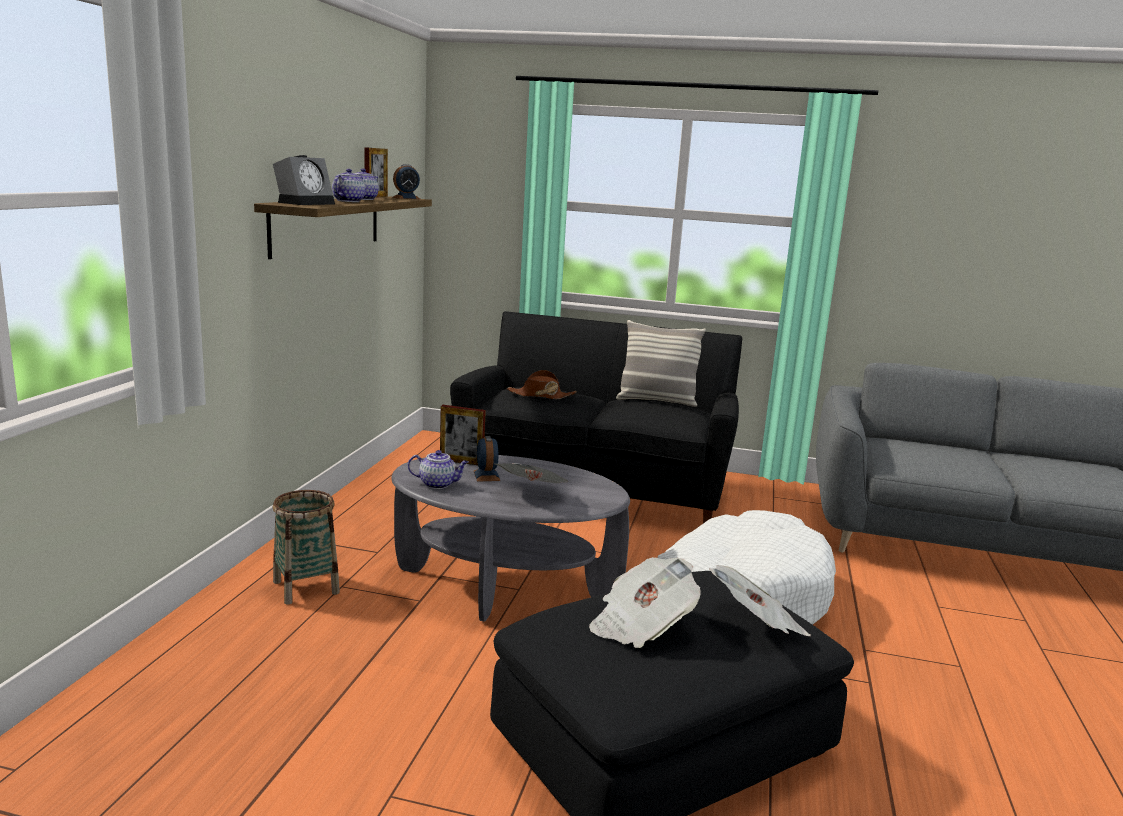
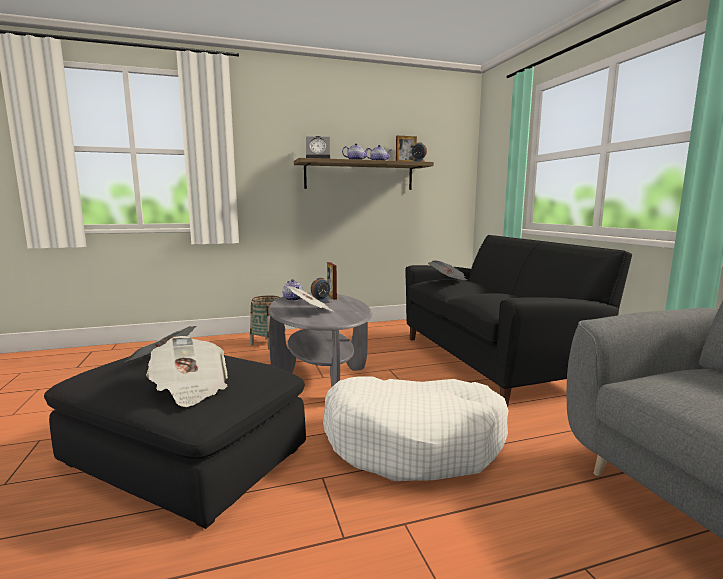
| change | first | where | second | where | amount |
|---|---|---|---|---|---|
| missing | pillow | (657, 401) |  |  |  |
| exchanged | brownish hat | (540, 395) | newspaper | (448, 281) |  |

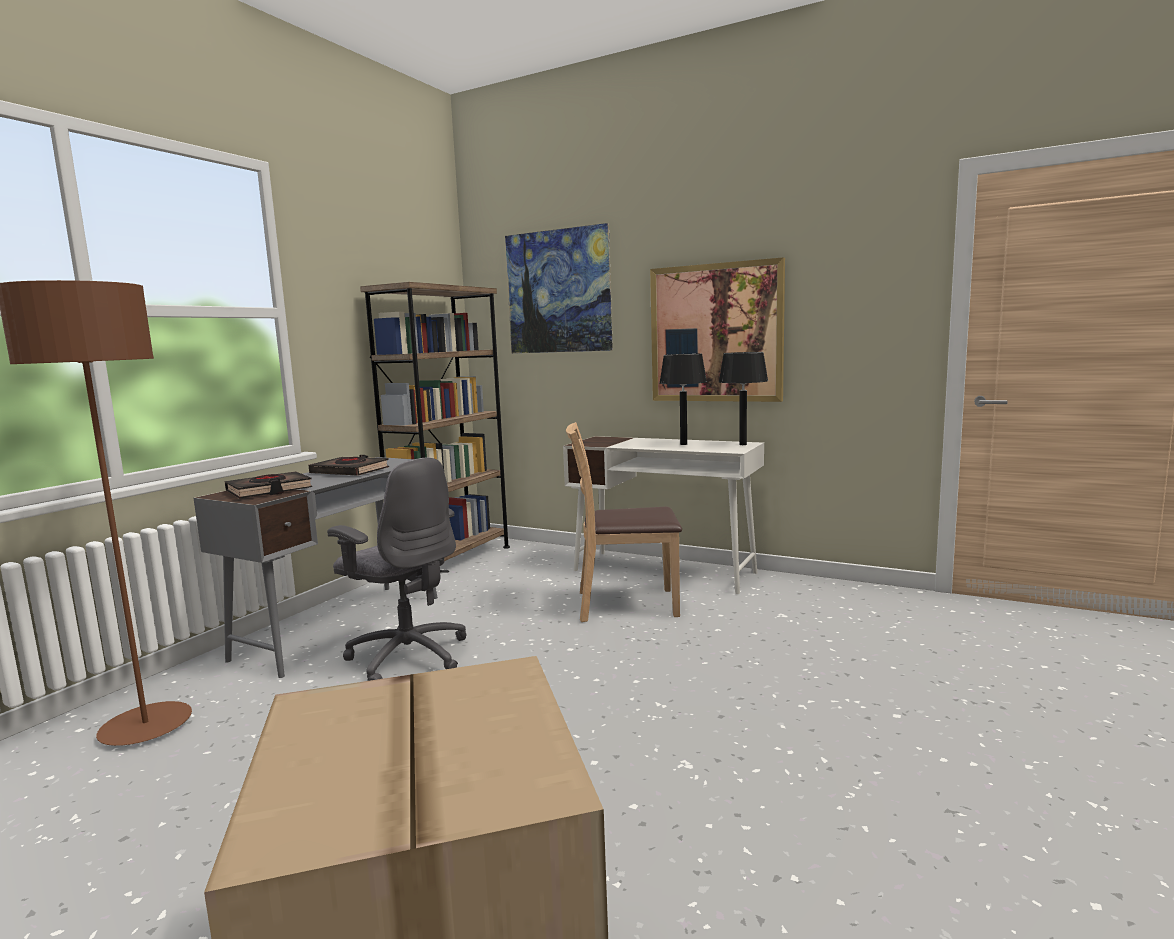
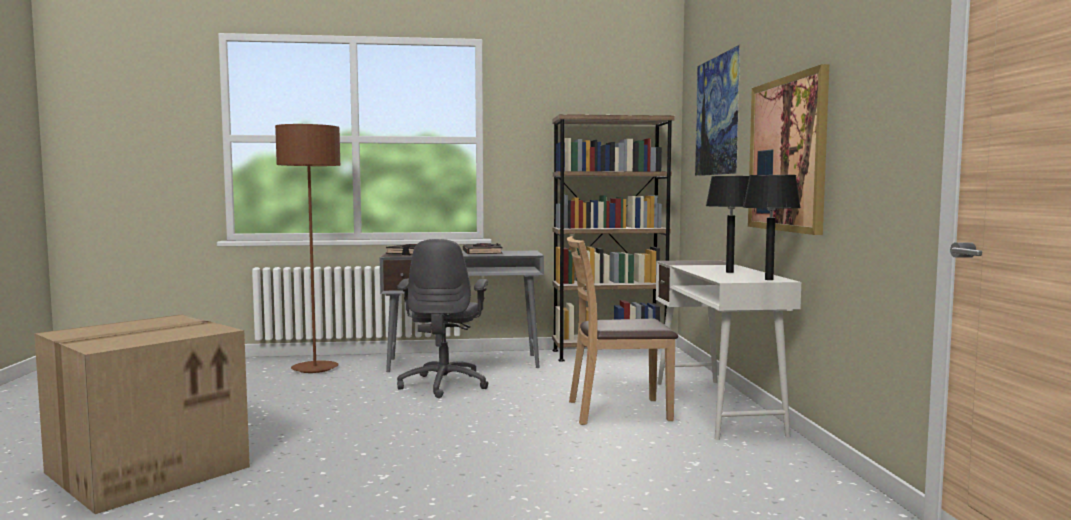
| change | first | where | second | where | amount |
|---|---|---|---|---|---|
| spun | brownish plain chair | (625, 604) |  | (617, 411) | 60 degrees counterclockwise |

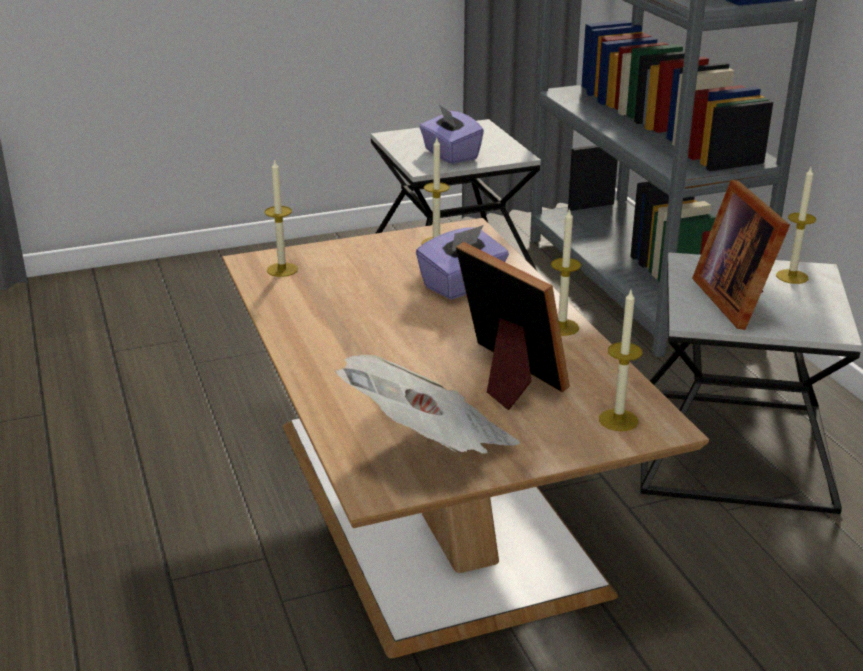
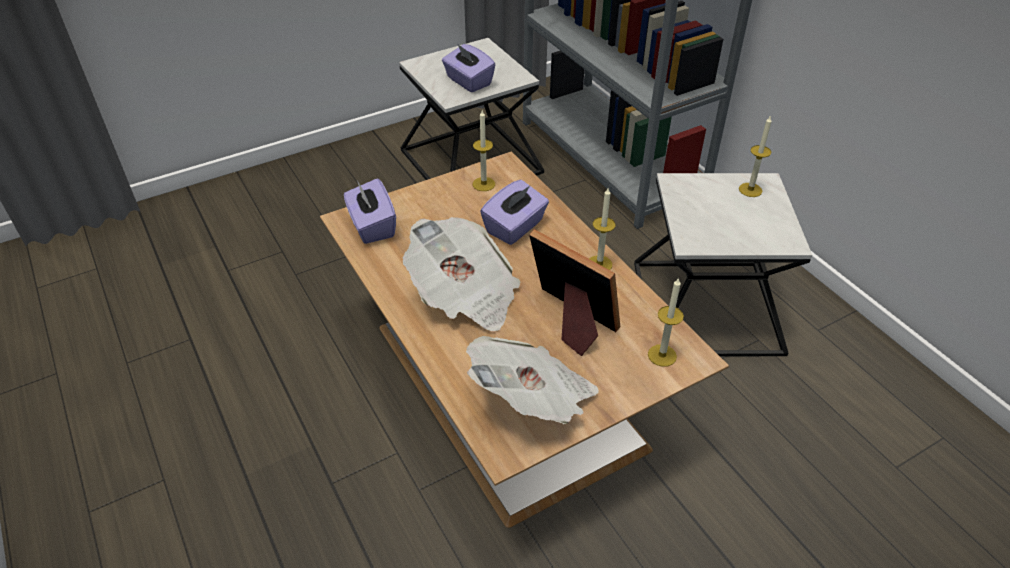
| change | first | where | second | where | amount |
|---|---|---|---|---|---|
| exchanged | candle | (282, 270) | purple box of tissues | (372, 226) |  |
| missing | photo frame | (737, 299) |  |  |  |
| appeared |  |  | newspaper | (464, 295) |  |

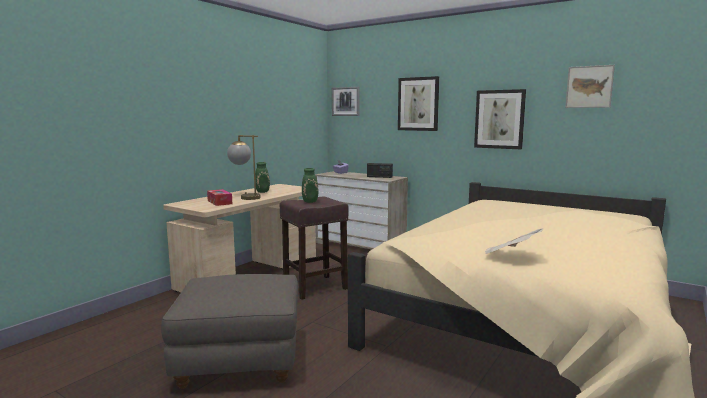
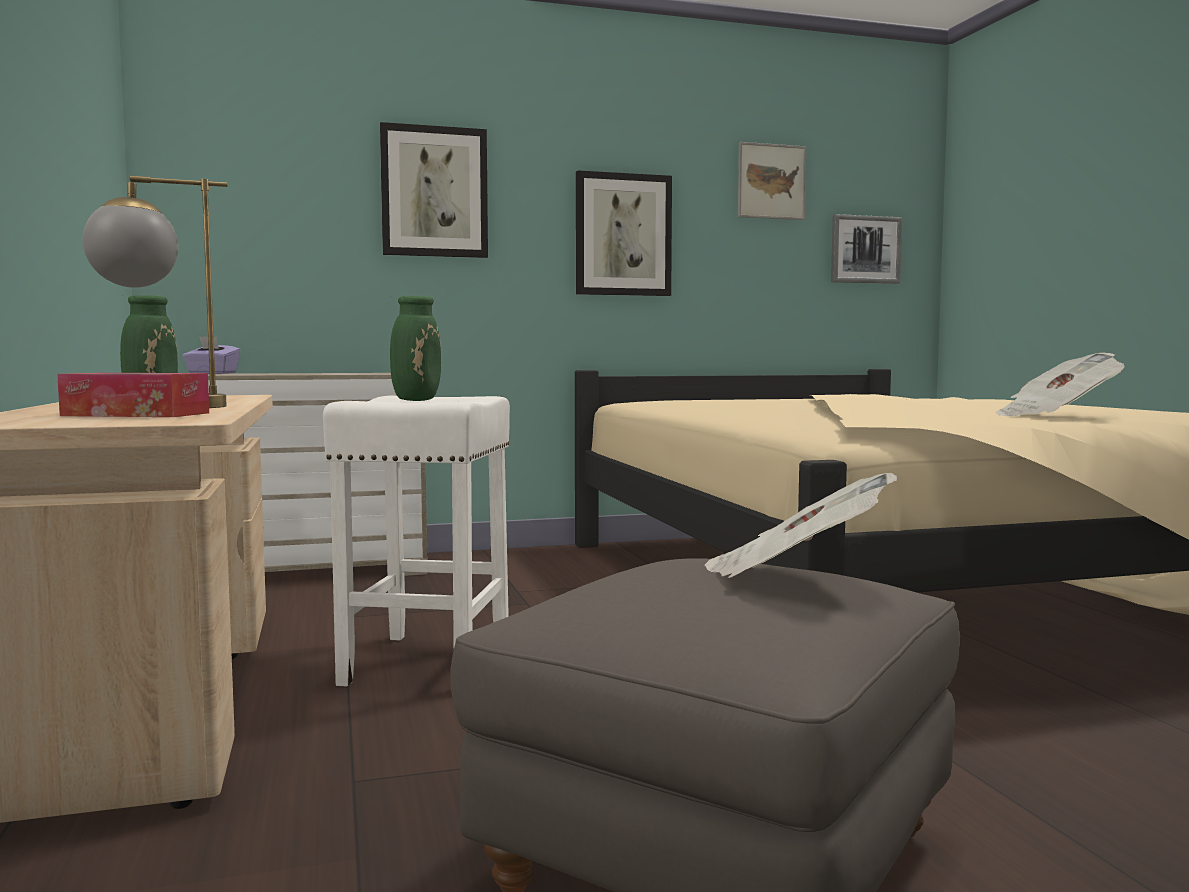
| change | first | where | second | where | amount |
|---|---|---|---|---|---|
| relocated | wall art | (346, 101) |  | (865, 249) |  |
| missing | radio | (379, 177) |  |  |  |
| colour | brownish stool | (314, 287) | whitish stool | (427, 663) |  |
| appeared |  |  | newspaper | (793, 576) |  |

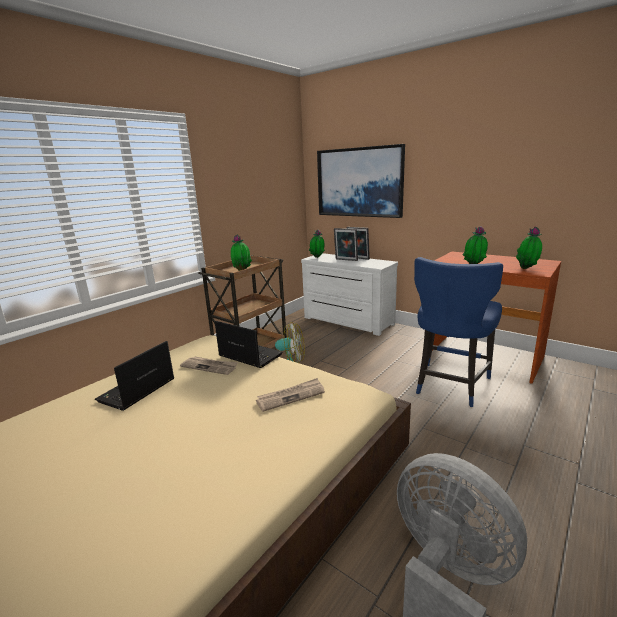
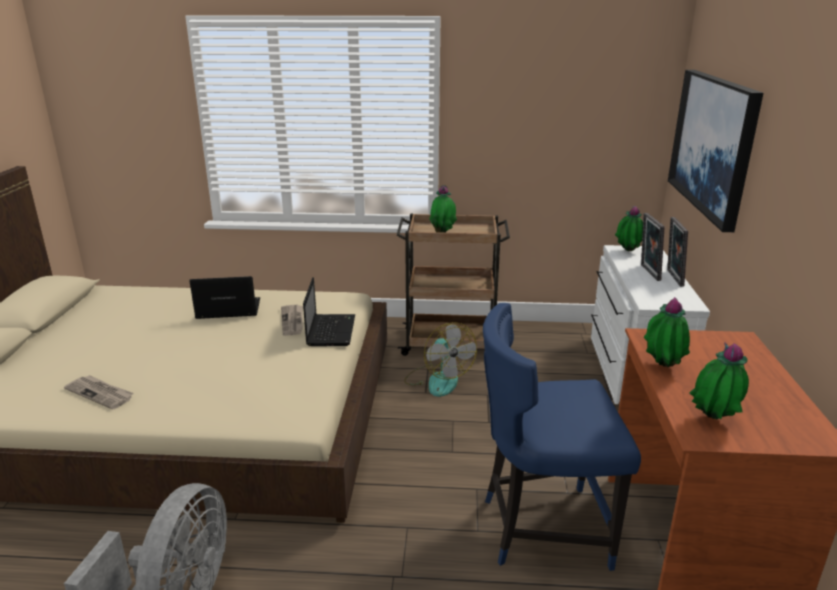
| change | first | where | second | where | amount |
|---|---|---|---|---|---|
| relocated | newspaper | (291, 396) |  | (100, 393) |  |

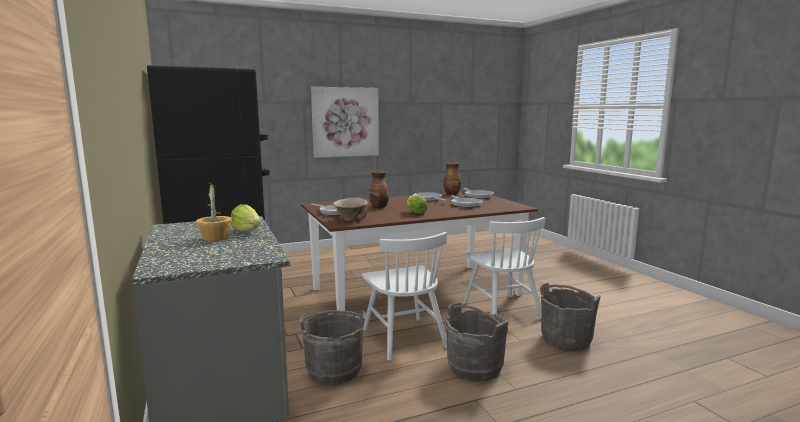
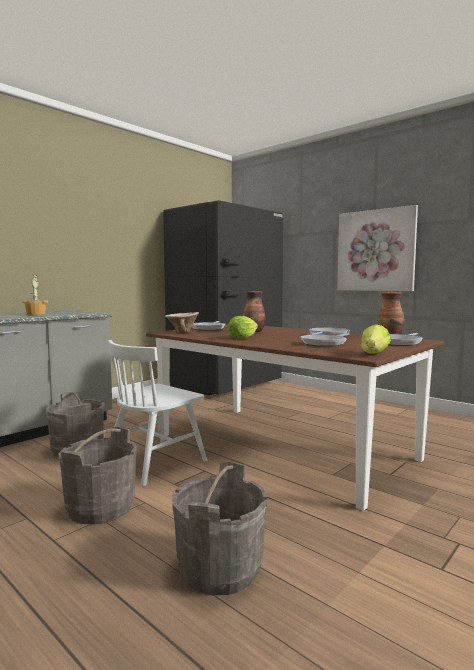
| change | first | where | second | where | amount |
|---|---|---|---|---|---|
| relocated | lettuce | (247, 231) |  | (374, 354) |  |
| missing | whitish plain chair | (501, 310) |  |  |  |

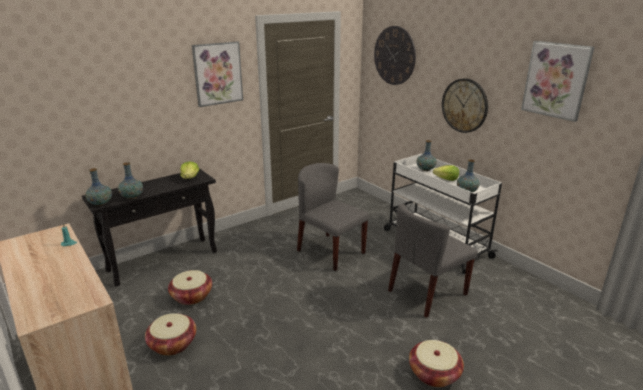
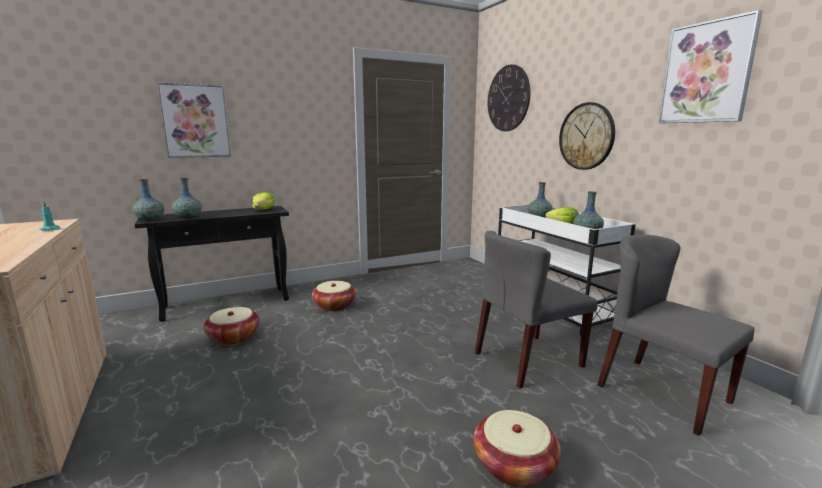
| change | first | where | second | where | amount |
|---|---|---|---|---|---|
| relocated | wall art | (217, 73) |  | (195, 121) |  |
| relocated | greyish plain chair | (330, 251) |  | (661, 393) |  |
| relocated | storage basket | (173, 344) |  | (334, 306) |  |

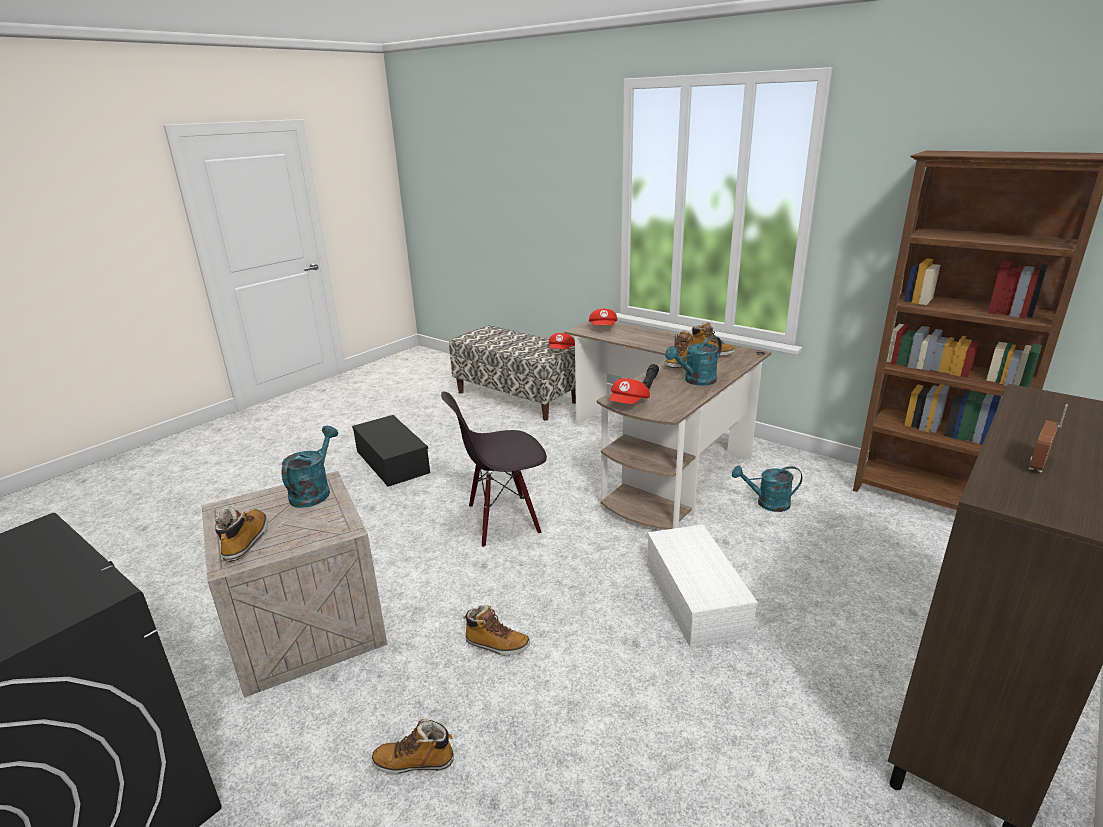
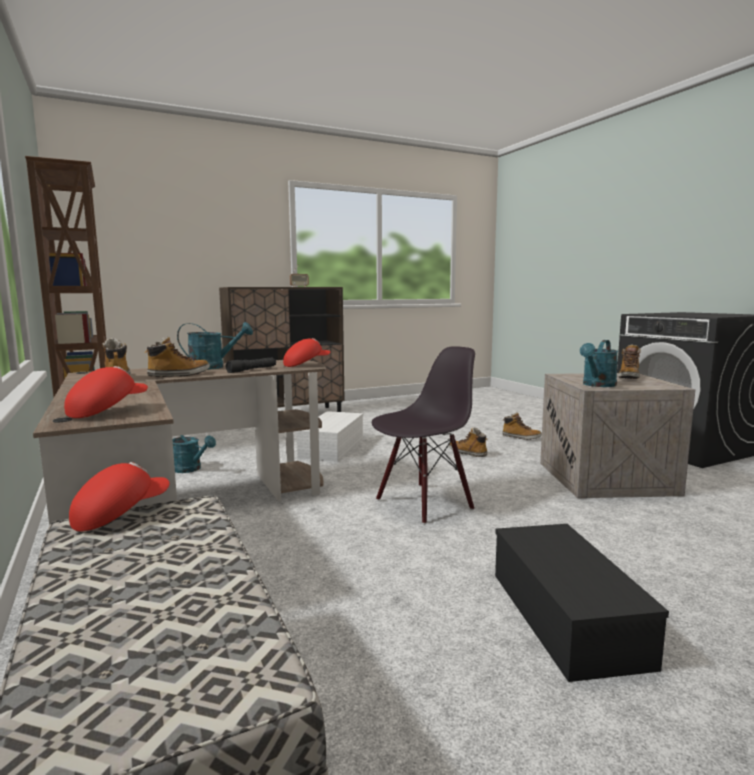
| change | first | where | second | where | amount |
|---|---|---|---|---|---|
| spun | black plain chair | (503, 520) |  | (423, 503) | 45 degrees counterclockwise |

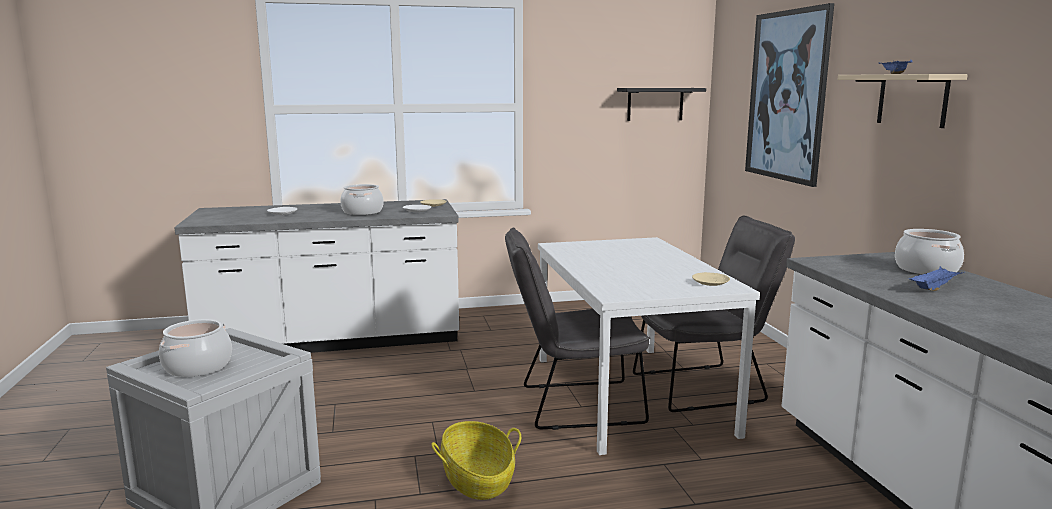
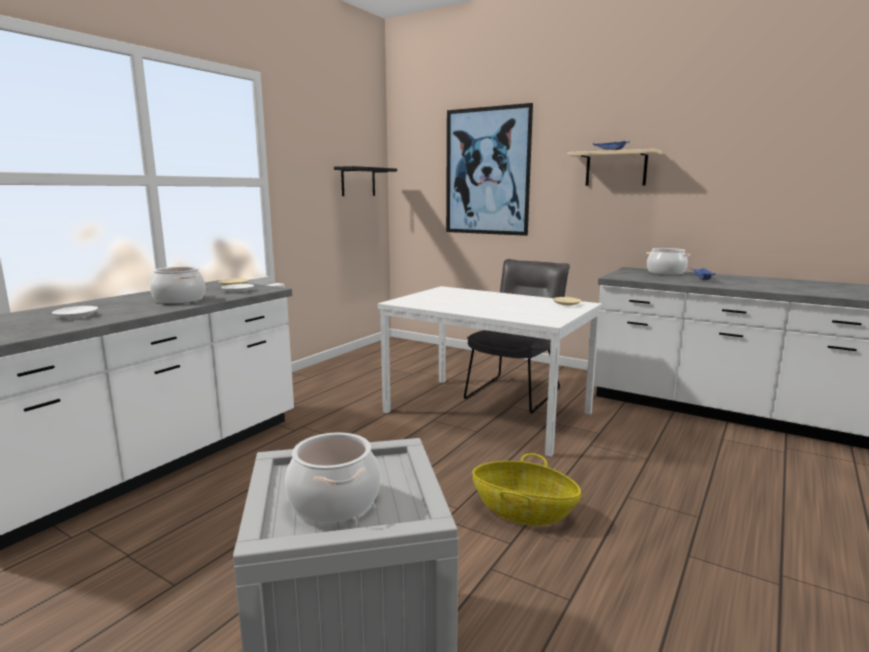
| change | first | where | second | where | amount |
|---|---|---|---|---|---|
| missing | greyish plain chair | (572, 405) |  |  |  |

